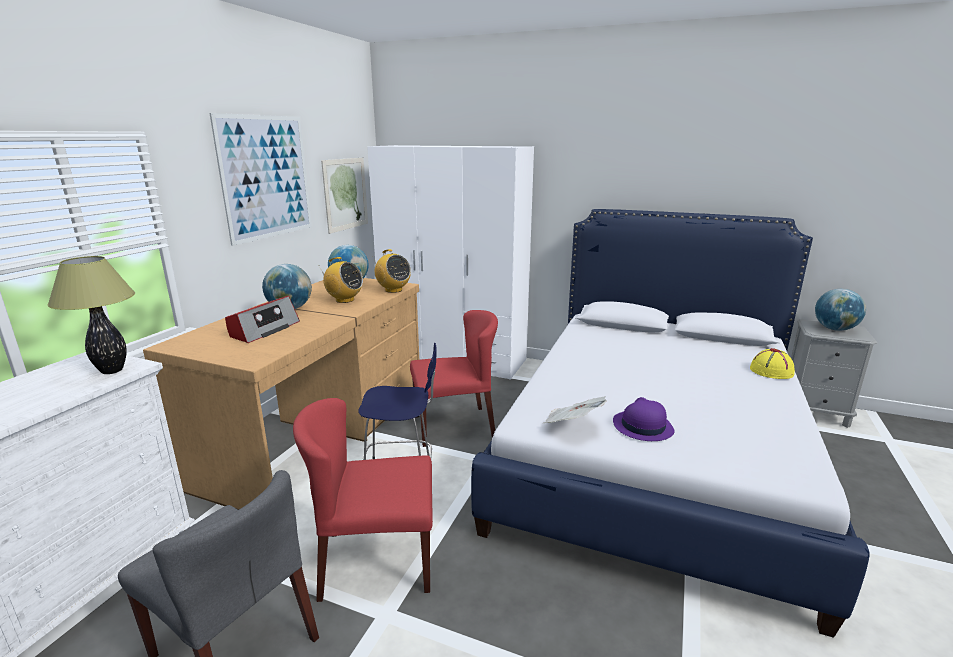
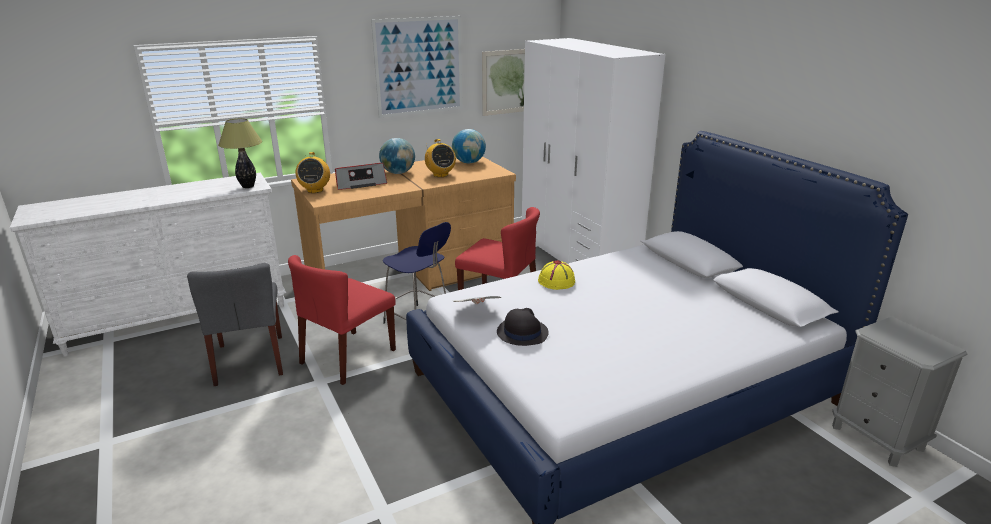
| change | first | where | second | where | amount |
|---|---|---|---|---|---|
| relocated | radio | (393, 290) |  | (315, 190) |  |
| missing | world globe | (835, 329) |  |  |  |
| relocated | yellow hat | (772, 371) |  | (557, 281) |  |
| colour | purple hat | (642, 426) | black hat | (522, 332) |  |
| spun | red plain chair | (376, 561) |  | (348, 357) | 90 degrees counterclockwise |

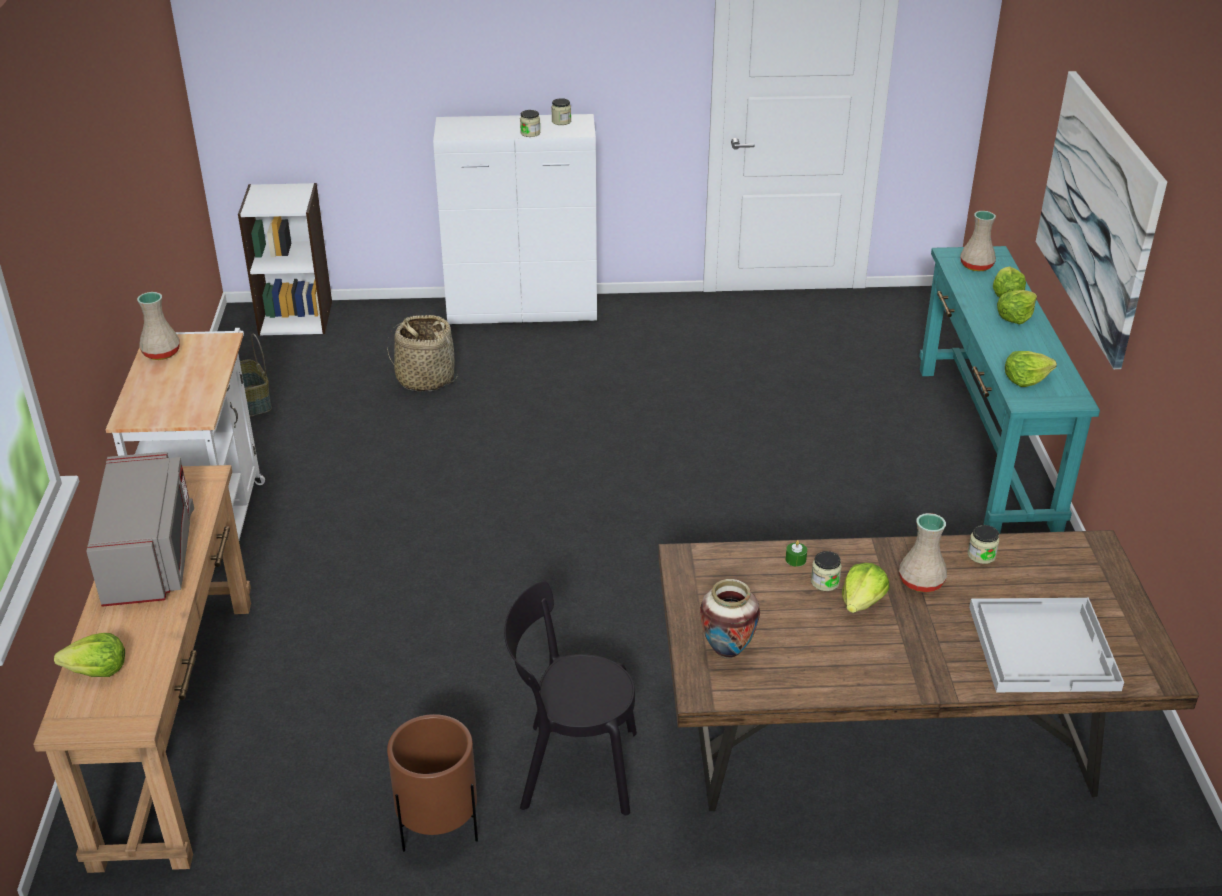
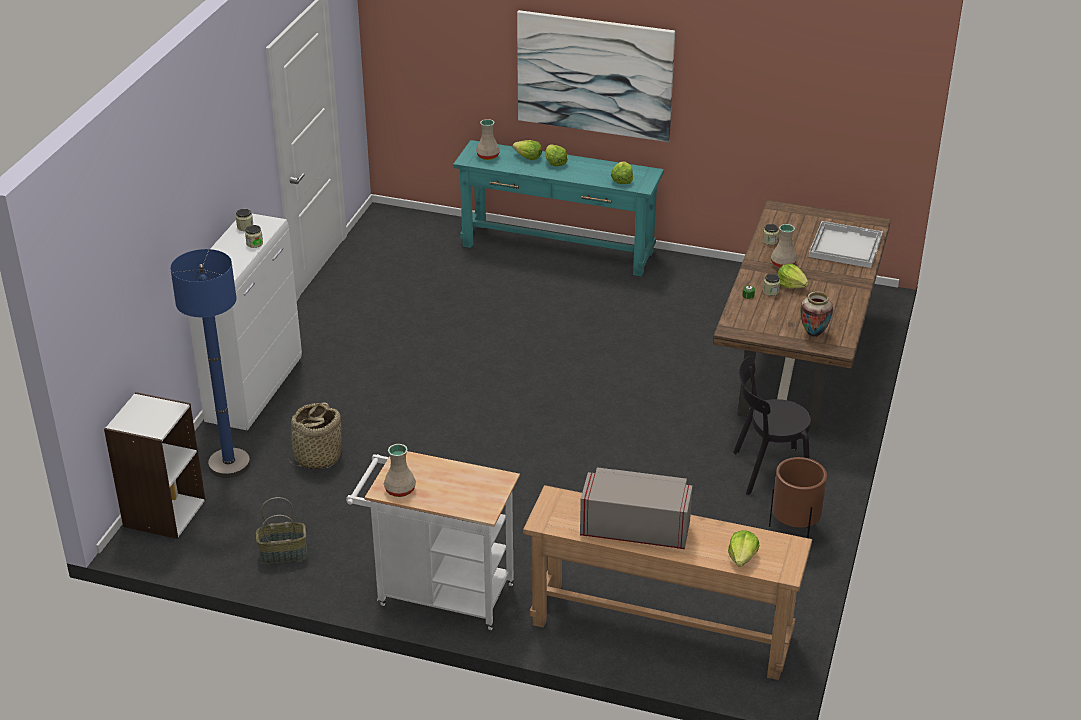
| change | first | where | second | where | amount |
|---|---|---|---|---|---|
| spun | black plain chair | (572, 768) |  | (766, 471) | 60 degrees clockwise |
| appeared |  |  | blue floor lamp | (229, 464) |  |

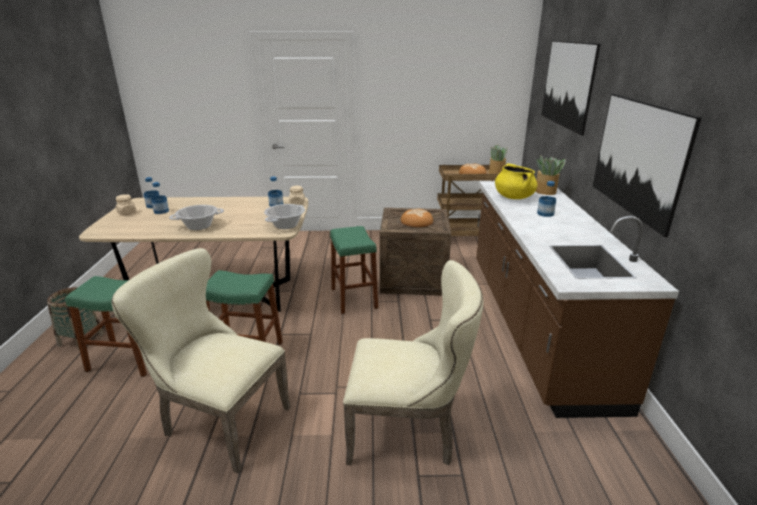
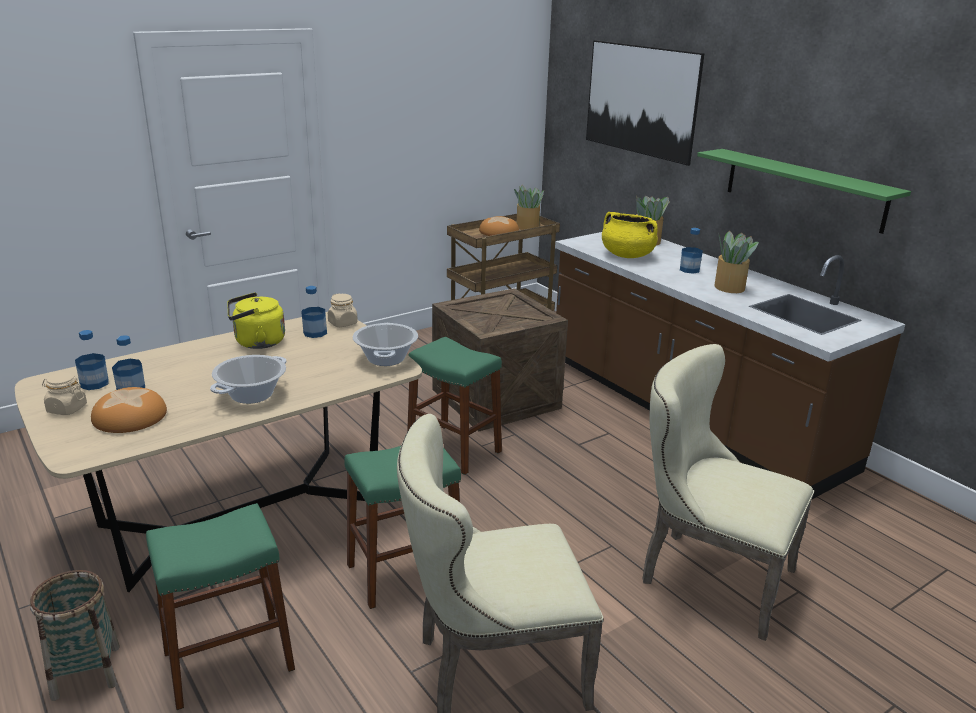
| change | first | where | second | where | amount |
|---|---|---|---|---|---|
| exchanged | wall art | (638, 158) | green-coloured shelf | (803, 189) |  |
| relocated | bakery bread | (417, 222) |  | (130, 417) |  |
| spun | beige plain chair | (409, 432) |  | (707, 575) | 120 degrees counterclockwise |
| appeared |  |  | houseplant | (729, 287) |  |
| appeared |  |  | yellow tea kettle | (256, 342) |  |

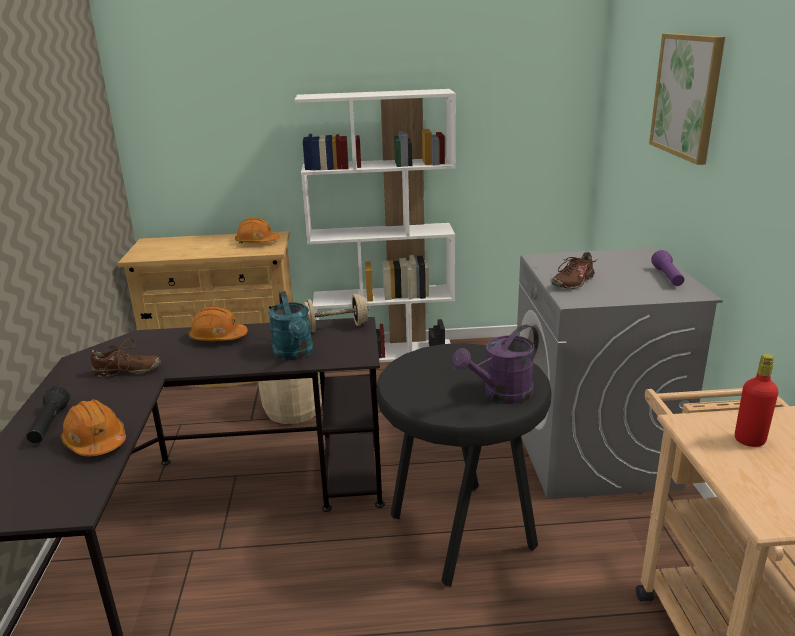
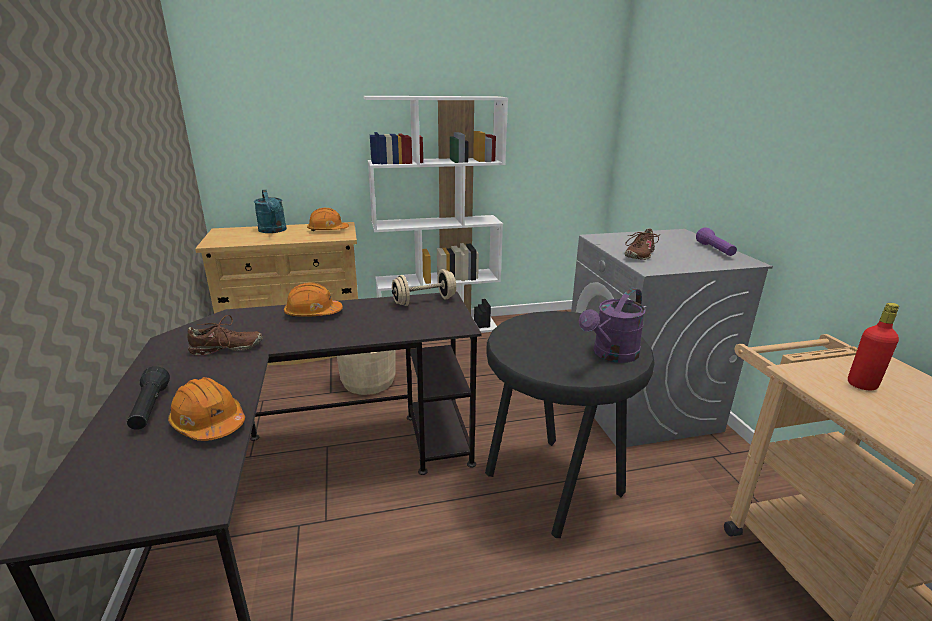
| change | first | where | second | where | amount |
|---|---|---|---|---|---|
| missing | wall art | (687, 96) |  |  |  |
| relocated | blue-green watering can | (295, 354) |  | (273, 231) |  |

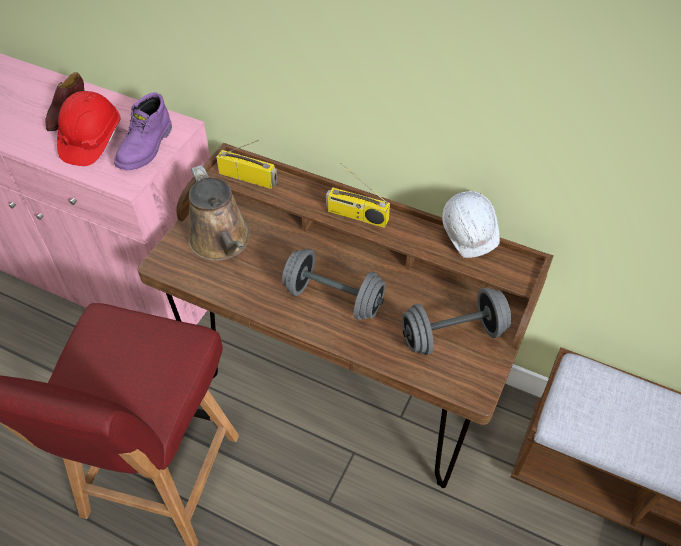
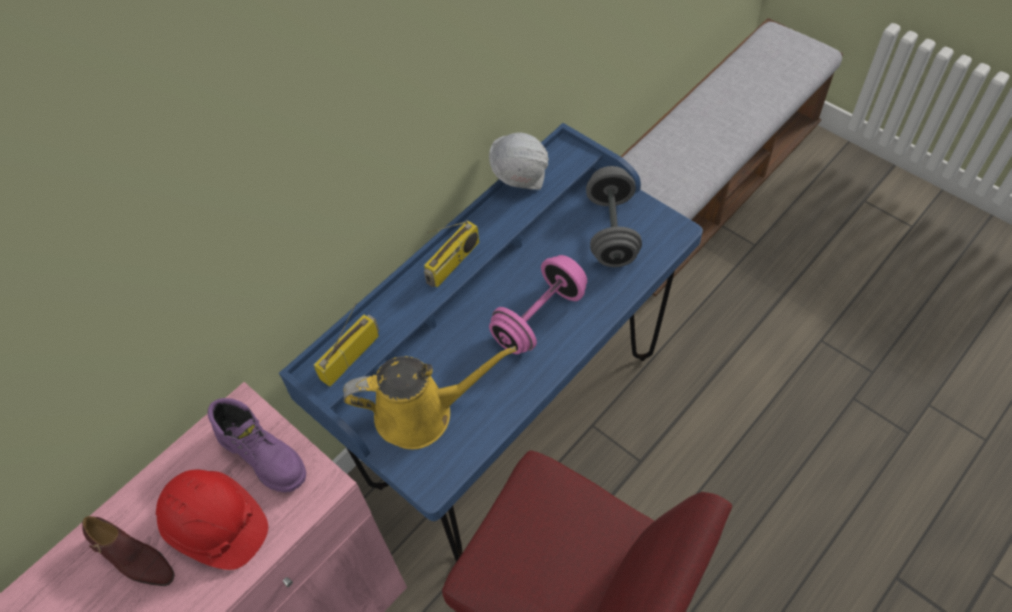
| change | first | where | second | where | amount |
|---|---|---|---|---|---|
| colour | brownish desk | (341, 388) | blue desk | (514, 419) |  |
| colour | brownish watering can | (222, 242) | yellow watering can | (422, 413) |  |
| colour | greyish dumbbell | (333, 298) | pink-coloured dumbbell | (539, 318) |  |

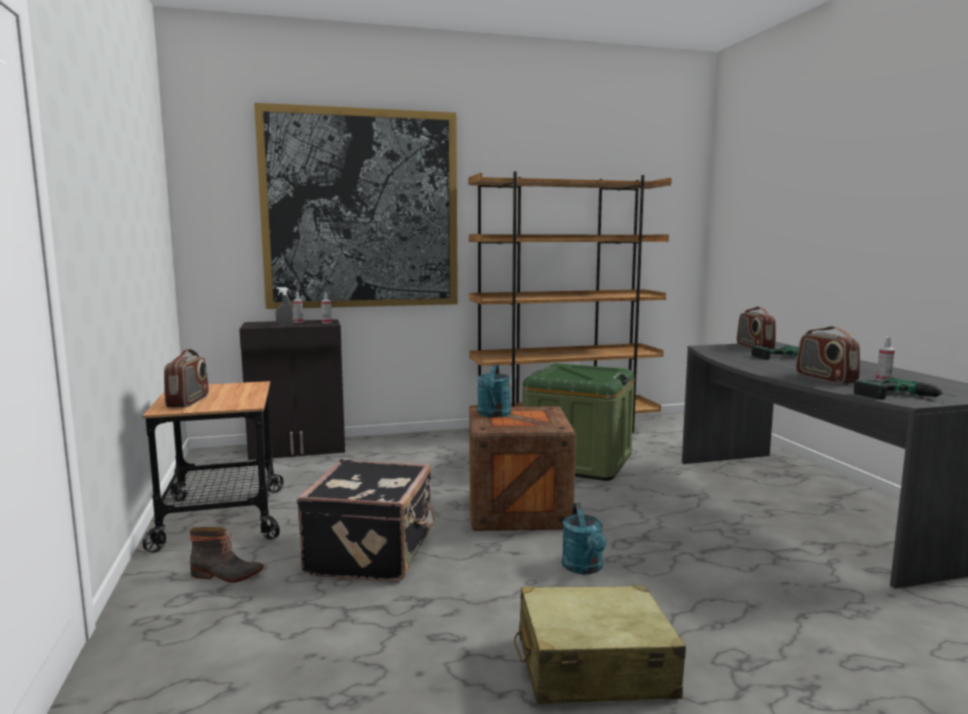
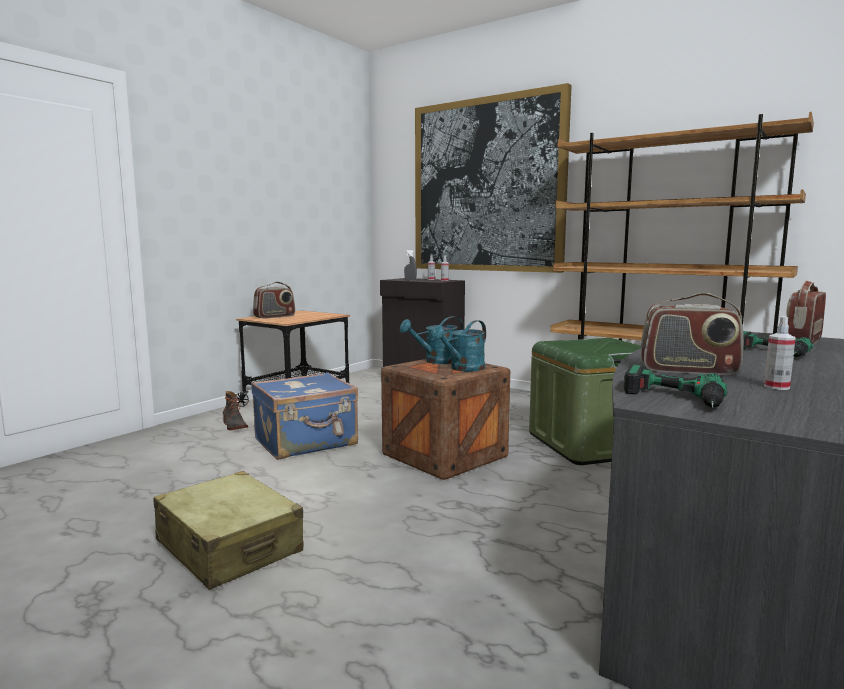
| change | first | where | second | where | amount |
|---|---|---|---|---|---|
| spun | radio | (825, 379) |  | (688, 370) | 105 degrees counterclockwise |
| colour | black piece of luggage | (373, 553) | blue piece of luggage | (307, 443) |  |
| relocated | blue-green watering can | (584, 568) |  | (463, 369) |  |

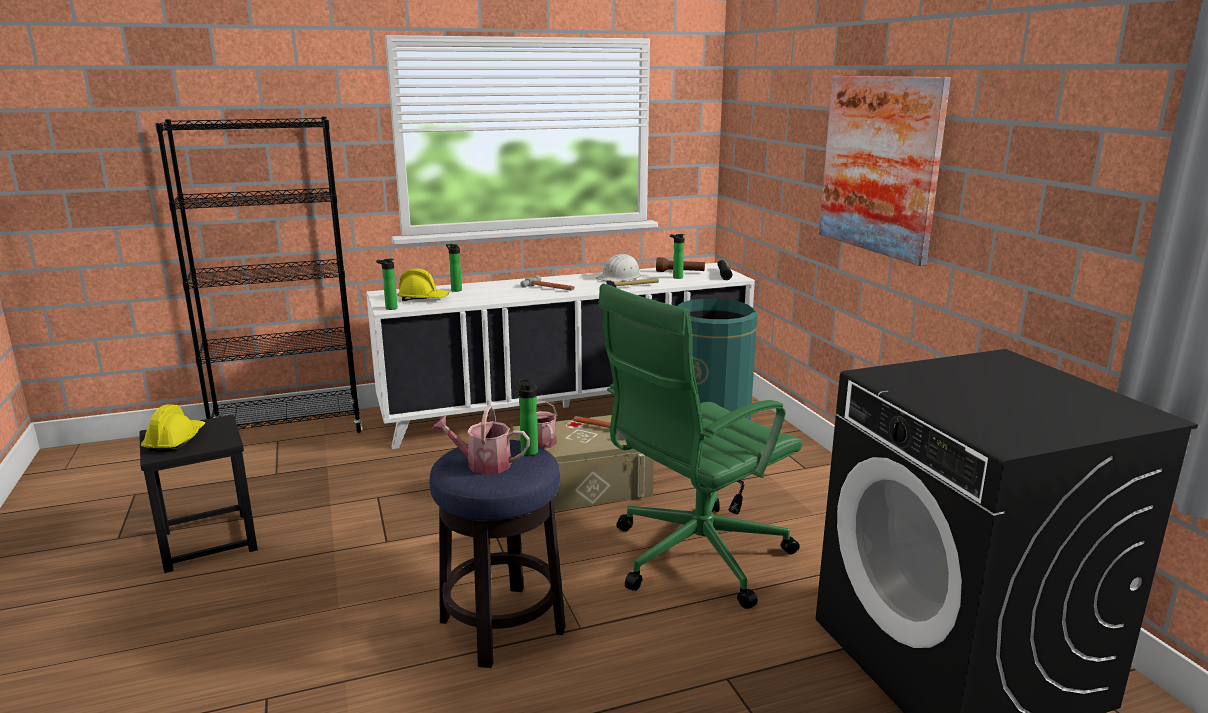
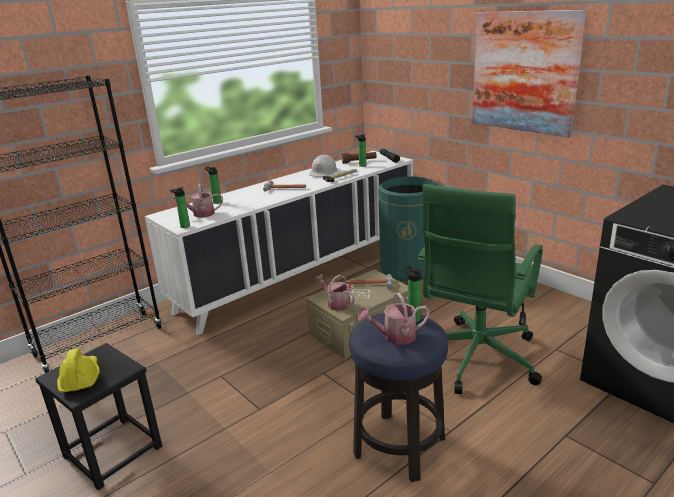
| change | first | where | second | where | amount |
|---|---|---|---|---|---|
| exchanged | yellow work helmet | (423, 299) | watering can | (200, 214) |  |

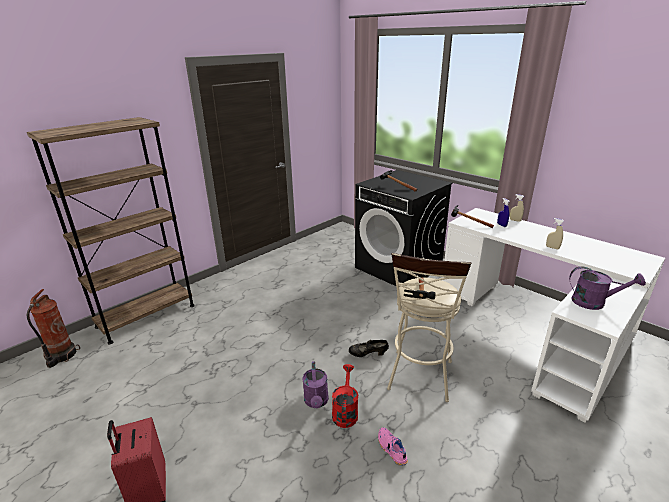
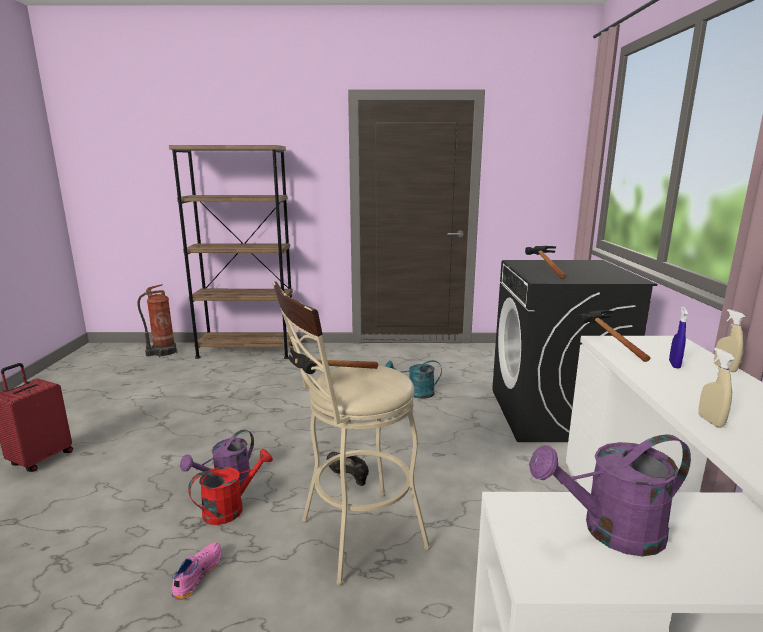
| change | first | where | second | where | amount |
|---|---|---|---|---|---|
| spun | purple watering can | (594, 302) |  | (611, 532) | 105 degrees clockwise |
| appeared |  |  | blue-green watering can | (415, 393) |  |

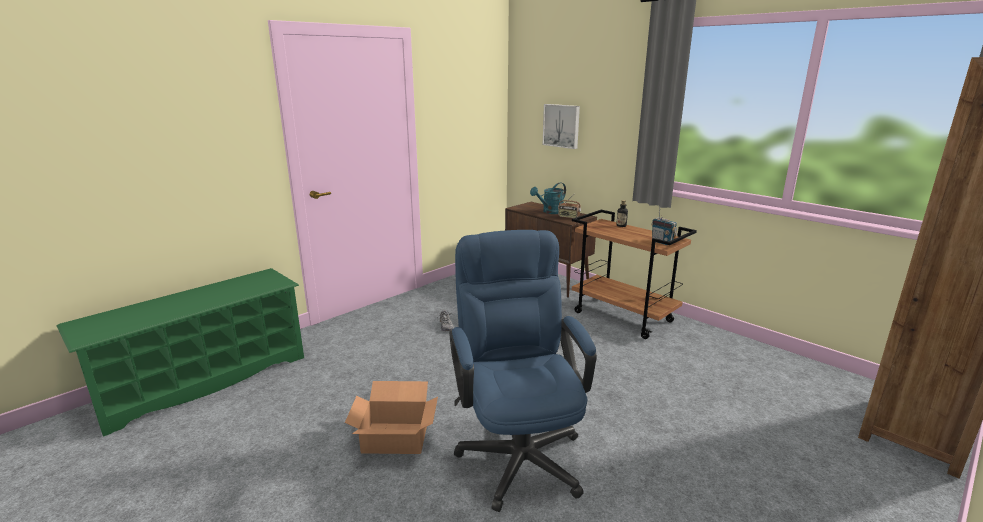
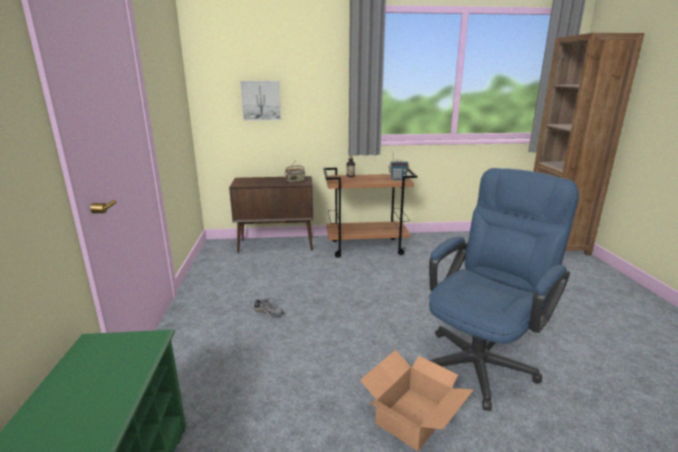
| change | first | where | second | where | amount |
|---|---|---|---|---|---|
| missing | blue-green watering can | (550, 212) |  |  |  |
| spun | blue desk chair | (518, 450) |  | (482, 359) | 105 degrees clockwise |

